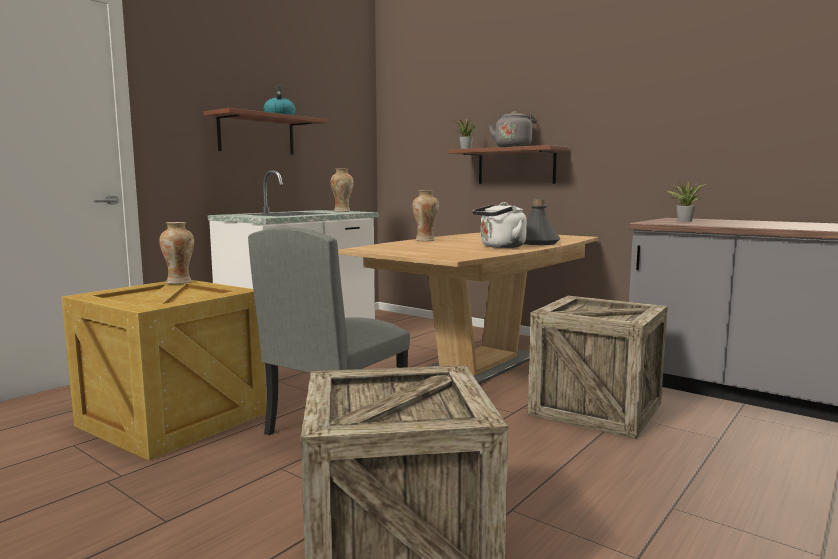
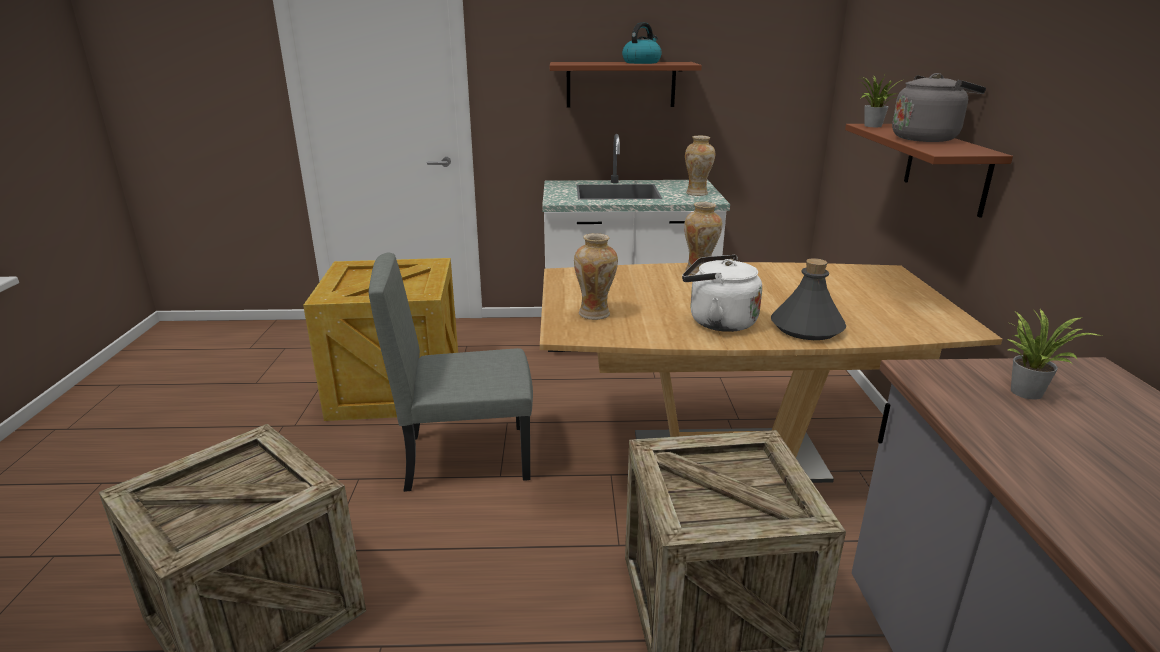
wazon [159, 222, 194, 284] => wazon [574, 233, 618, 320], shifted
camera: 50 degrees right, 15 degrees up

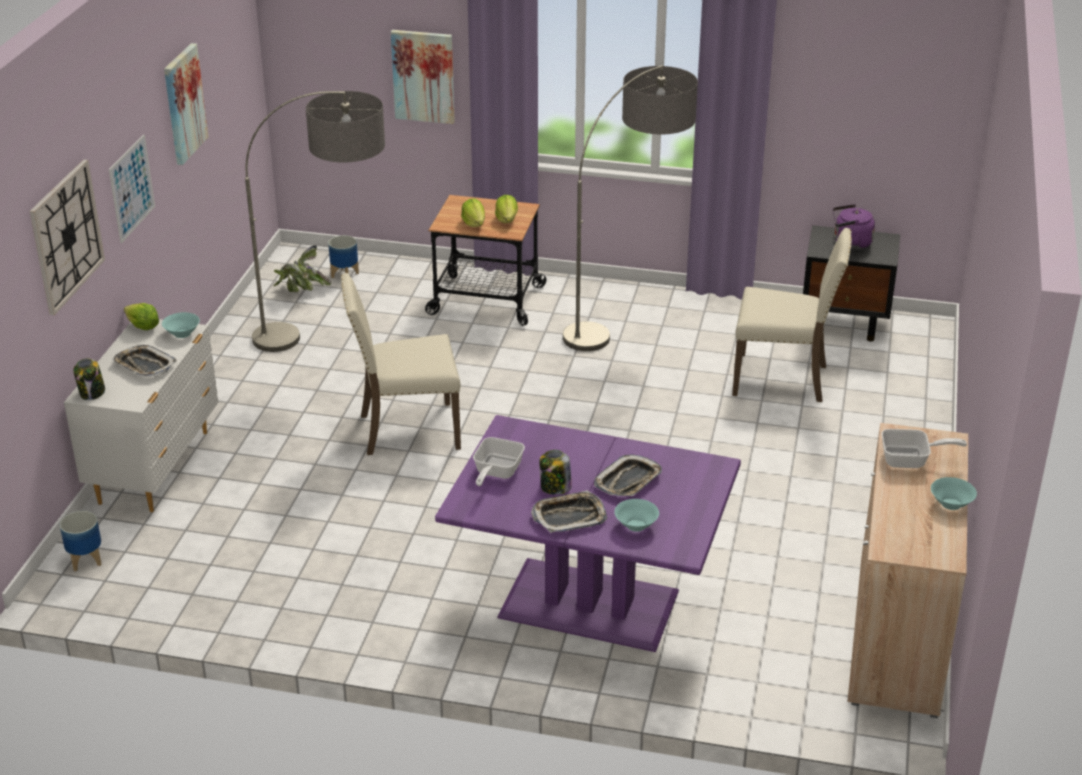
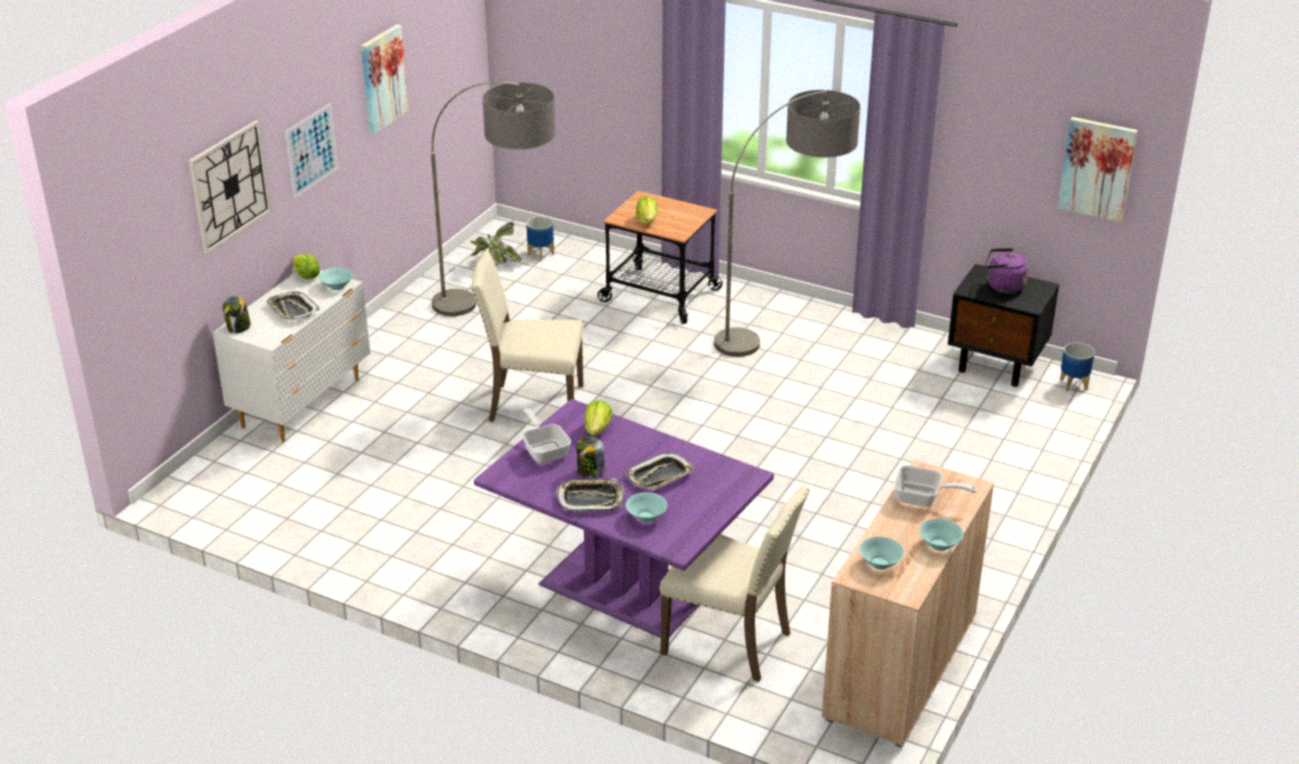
nothing => miska/turkusowy [859, 537, 904, 570]
donica [60, 511, 102, 572] => donica [1060, 342, 1095, 391], shifted
obraz [391, 30, 455, 124] => obraz [1057, 117, 1138, 222], shifted
sałata [495, 195, 518, 223] => sałata [584, 400, 613, 436], shifted
krzesło/beżowy [732, 228, 852, 402] => krzesło/beżowy [659, 486, 810, 682], shifted
patelnia [473, 437, 525, 486] => patelnia [522, 408, 571, 463], 120 degrees clockwise
camera: 15 degrees right, 0 degrees up

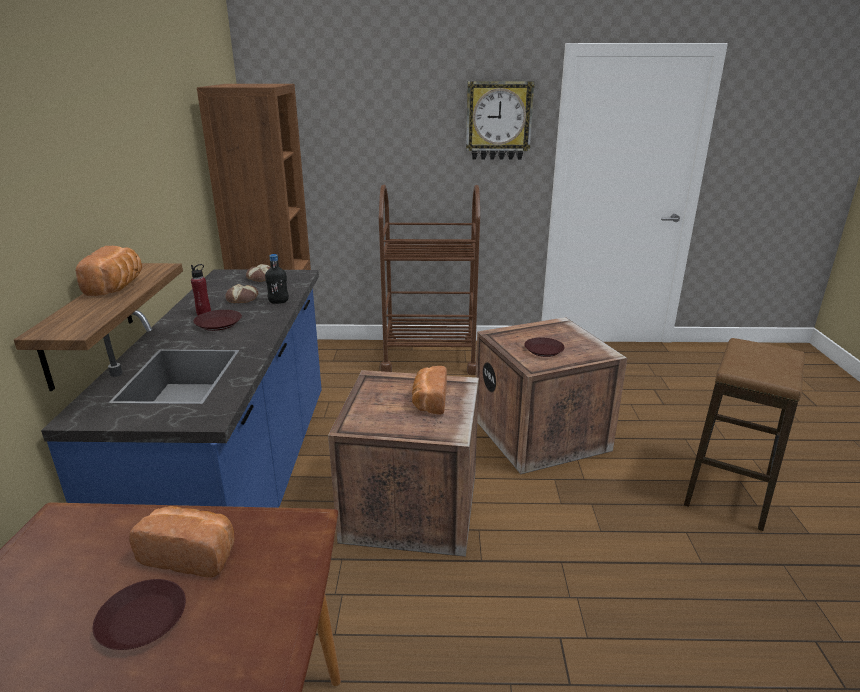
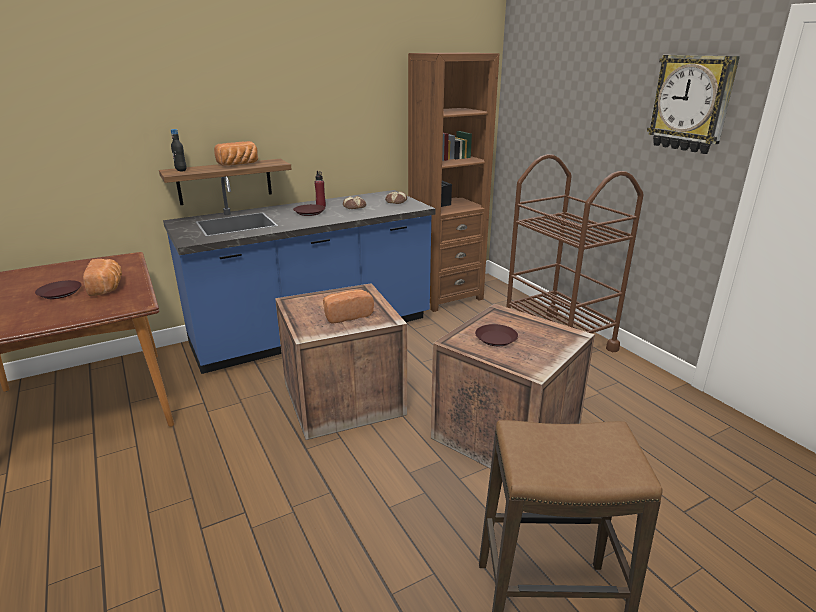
butelka/czarny [265, 254, 289, 304] => butelka/czarny [171, 129, 187, 171], shifted
camera: 60 degrees right, 0 degrees up

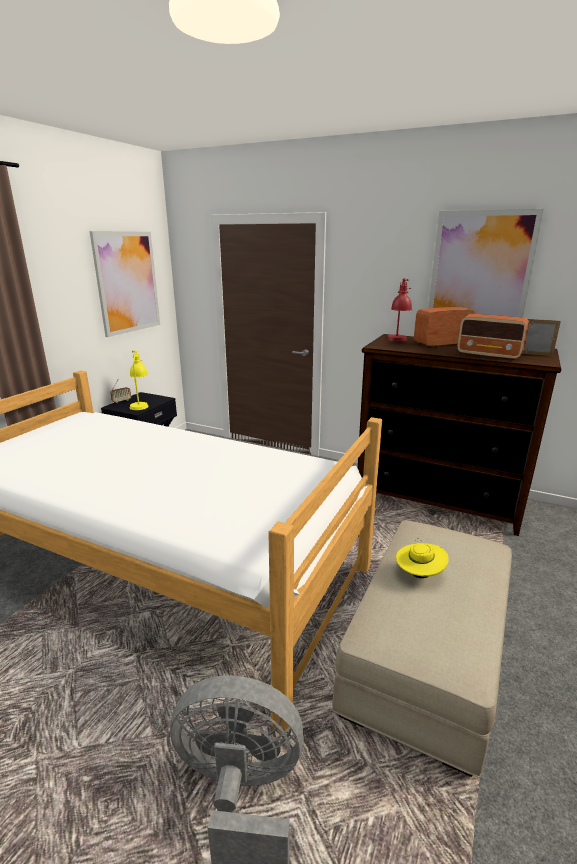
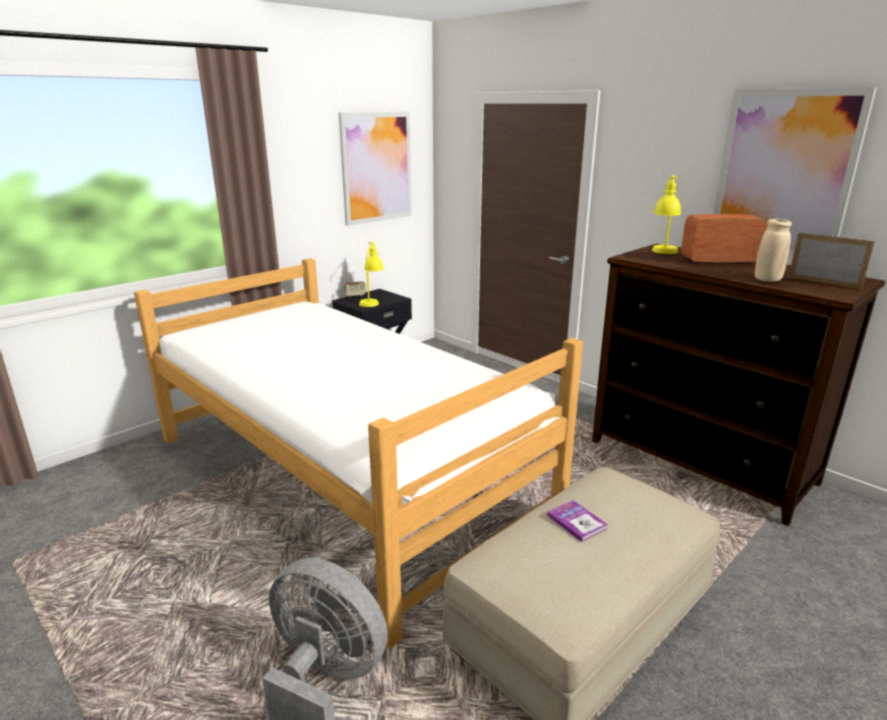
kapelusz/żółty [396, 538, 449, 578] => książka [547, 500, 608, 542]
radio [457, 314, 529, 360] => wazon/beżowy [755, 219, 792, 282]
lampa stołowa/czerwony [387, 278, 412, 341] => lampa stołowa/żółty [652, 175, 681, 254]
camera: 20 degrees right, 0 degrees up

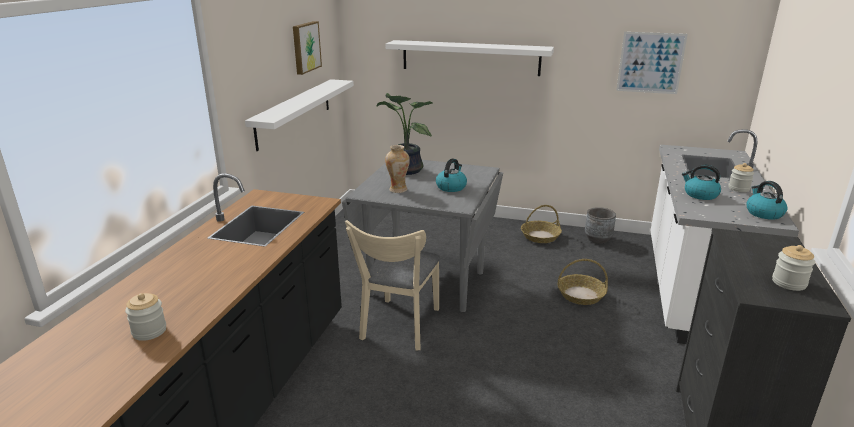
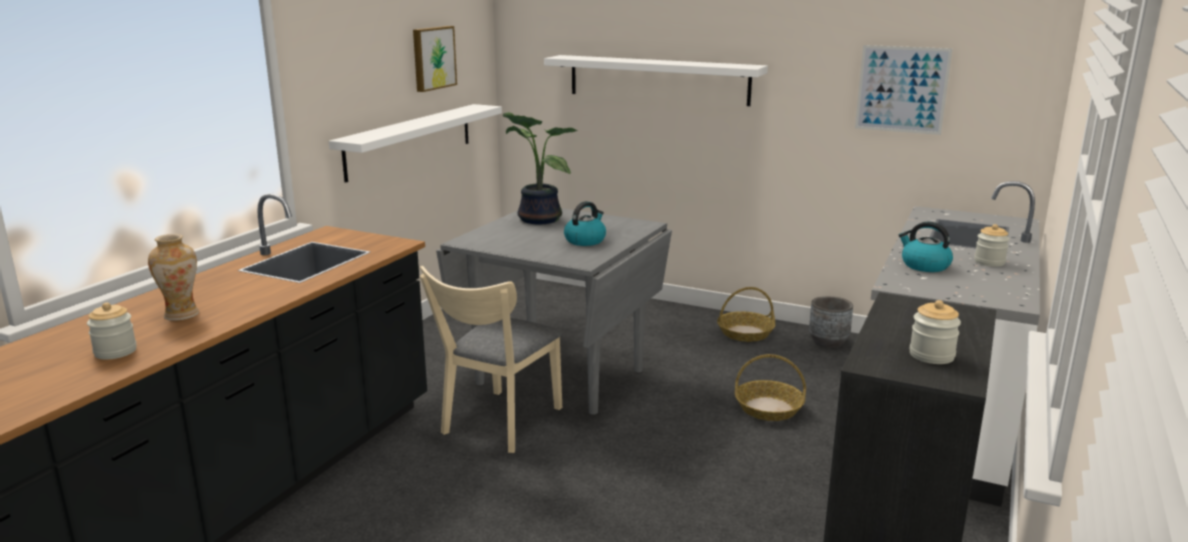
czajnik [747, 181, 787, 220] => nothing
wazon [385, 145, 410, 193] => wazon [148, 234, 199, 321], shifted
camera: 10 degrees right, 5 degrees down

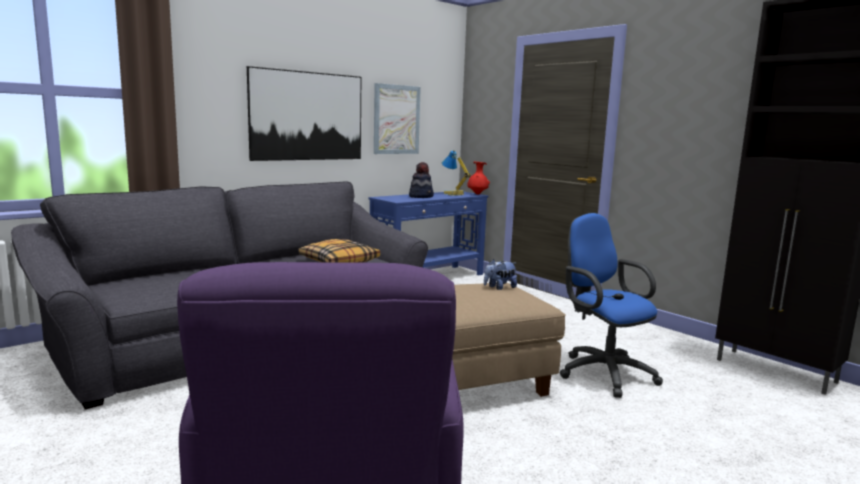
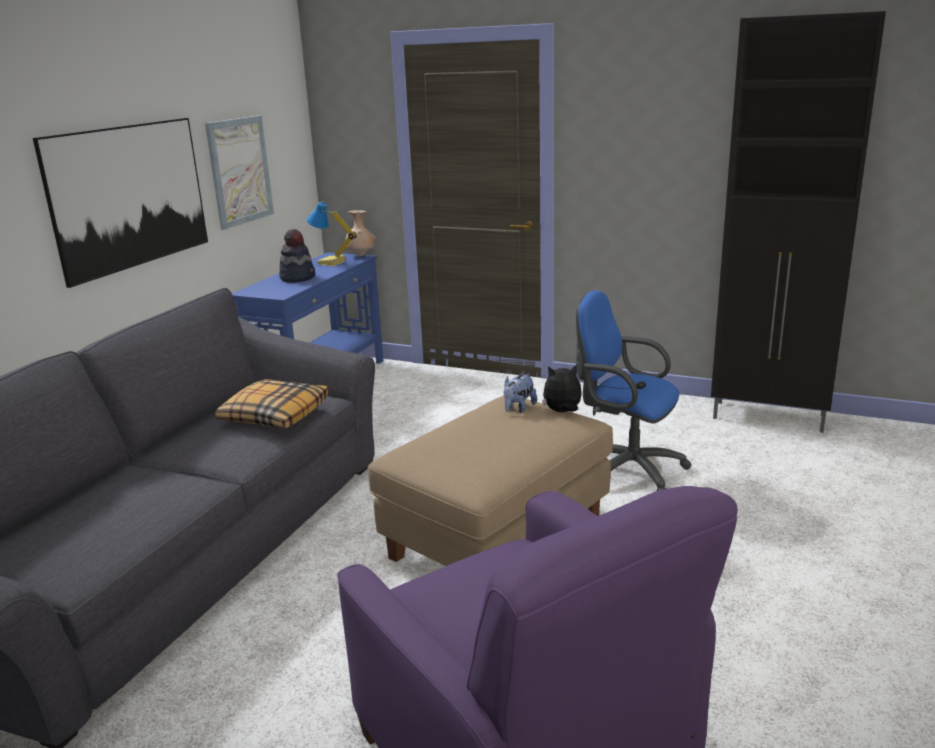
nothing => pluszak [542, 364, 582, 412]
wazon/czerwony [467, 162, 490, 194] => wazon/beżowy [345, 210, 376, 256]
camera: 25 degrees left, 10 degrees up

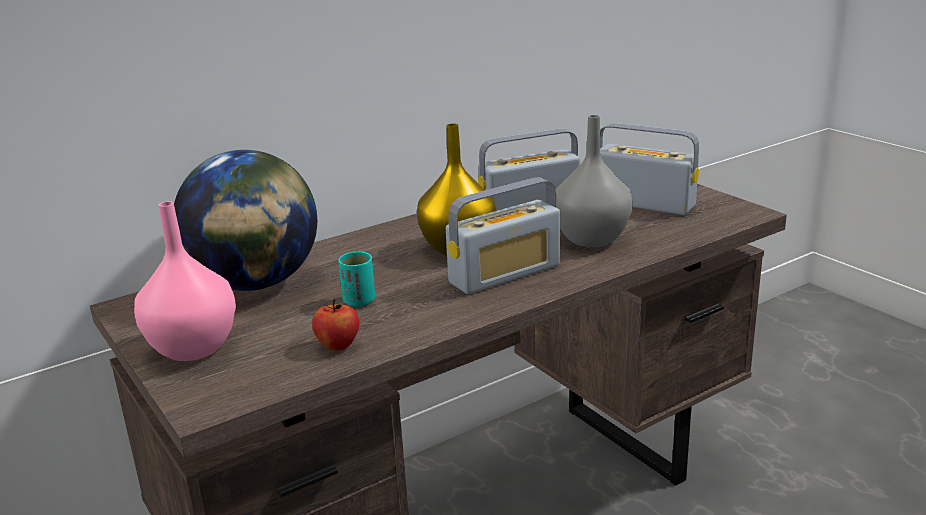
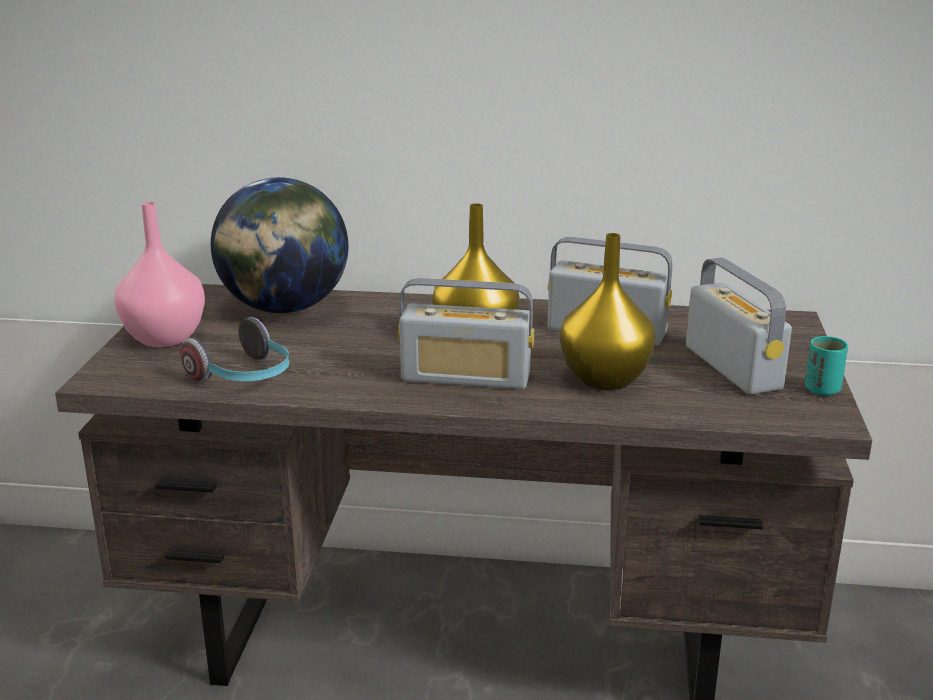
filiżanka/turkusowy [338, 252, 375, 307] => filiżanka/turkusowy [805, 336, 848, 396], shifted
jabłko [312, 299, 360, 351] => słuchawki [180, 317, 289, 382]
wazon/szary [556, 115, 633, 247] => wazon/żółty [560, 233, 655, 390]
camera: 40 degrees right, 0 degrees up

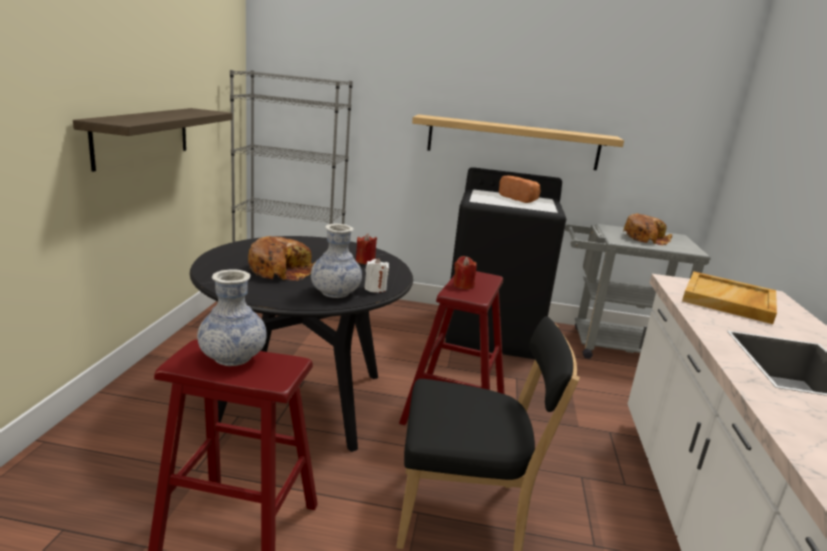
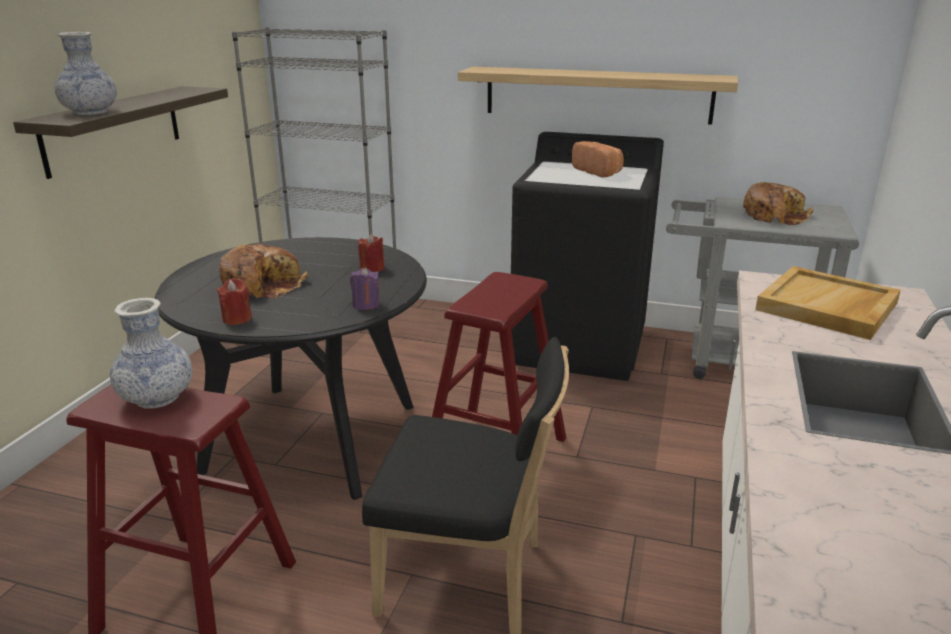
wazon [311, 224, 362, 298] => wazon [55, 32, 117, 115], shifted
świeca/czerwony [453, 256, 477, 289] => świeca/czerwony [217, 278, 252, 325], shifted
świeca/biały [364, 258, 389, 293] => świeca/fioletowy [350, 268, 380, 310]
camera: 10 degrees right, 5 degrees up

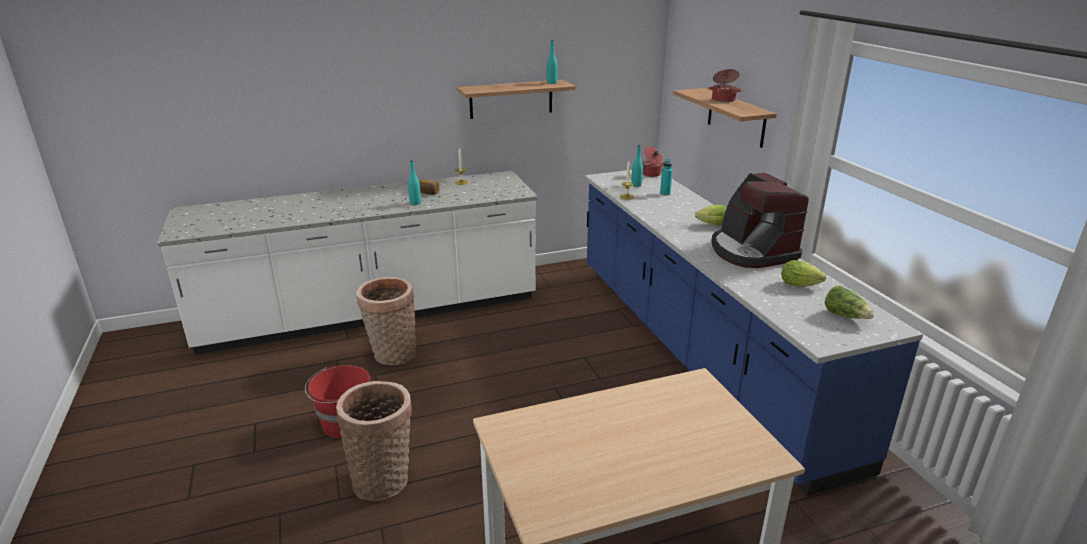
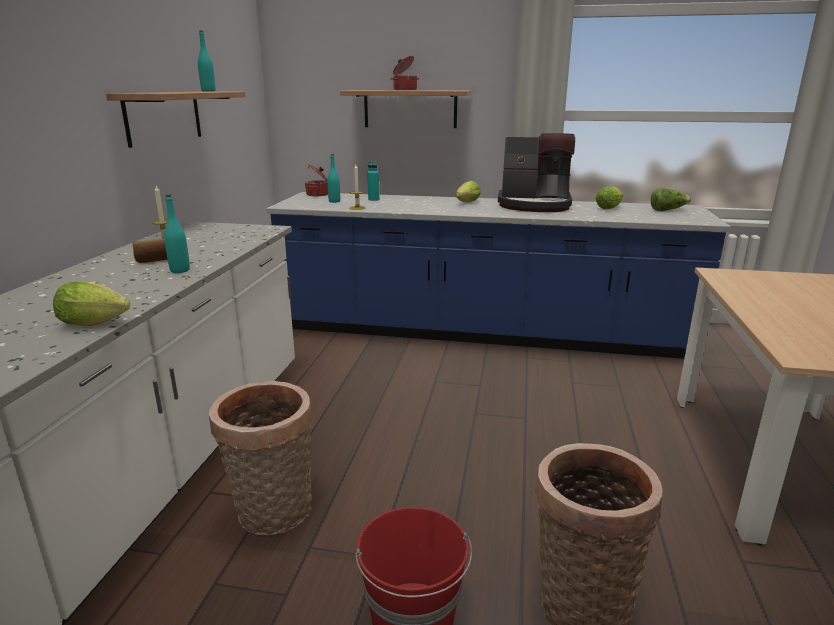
nothing => sałata [53, 281, 130, 326]
camera: 60 degrees left, 5 degrees down

